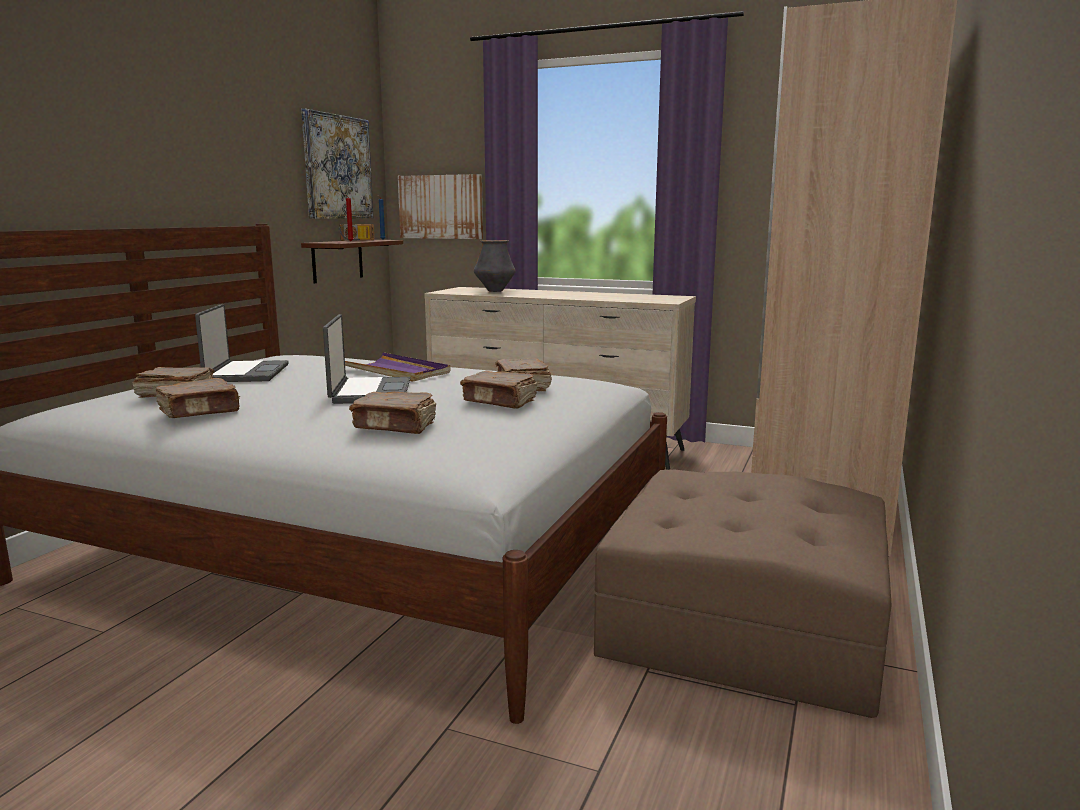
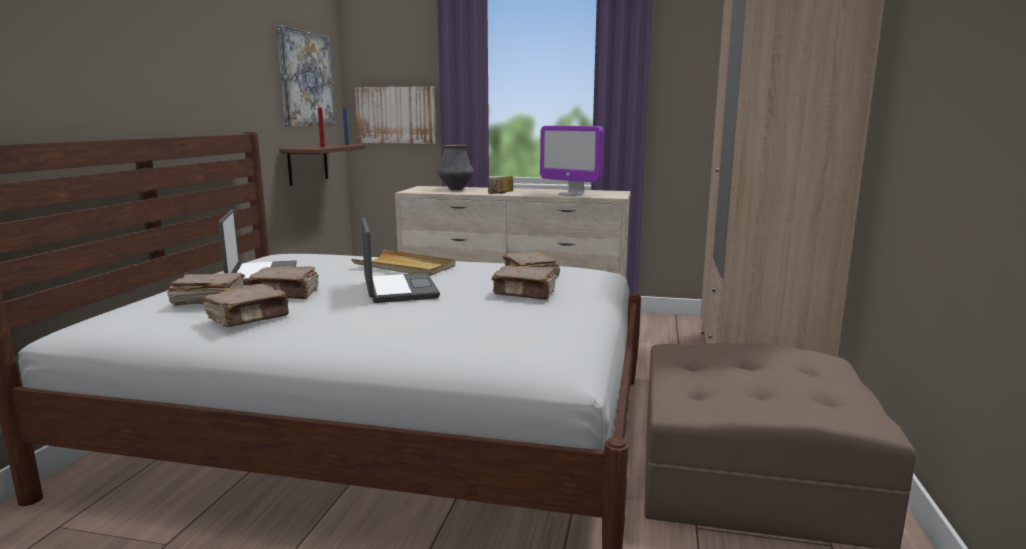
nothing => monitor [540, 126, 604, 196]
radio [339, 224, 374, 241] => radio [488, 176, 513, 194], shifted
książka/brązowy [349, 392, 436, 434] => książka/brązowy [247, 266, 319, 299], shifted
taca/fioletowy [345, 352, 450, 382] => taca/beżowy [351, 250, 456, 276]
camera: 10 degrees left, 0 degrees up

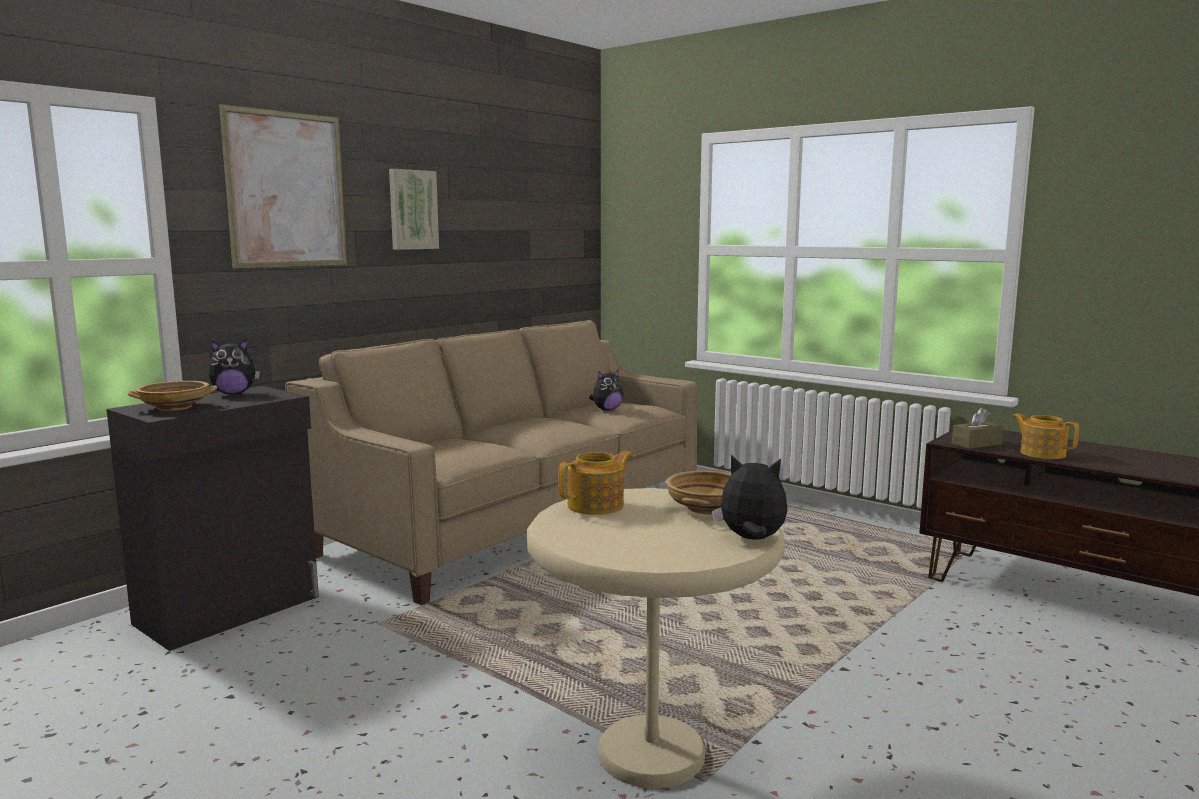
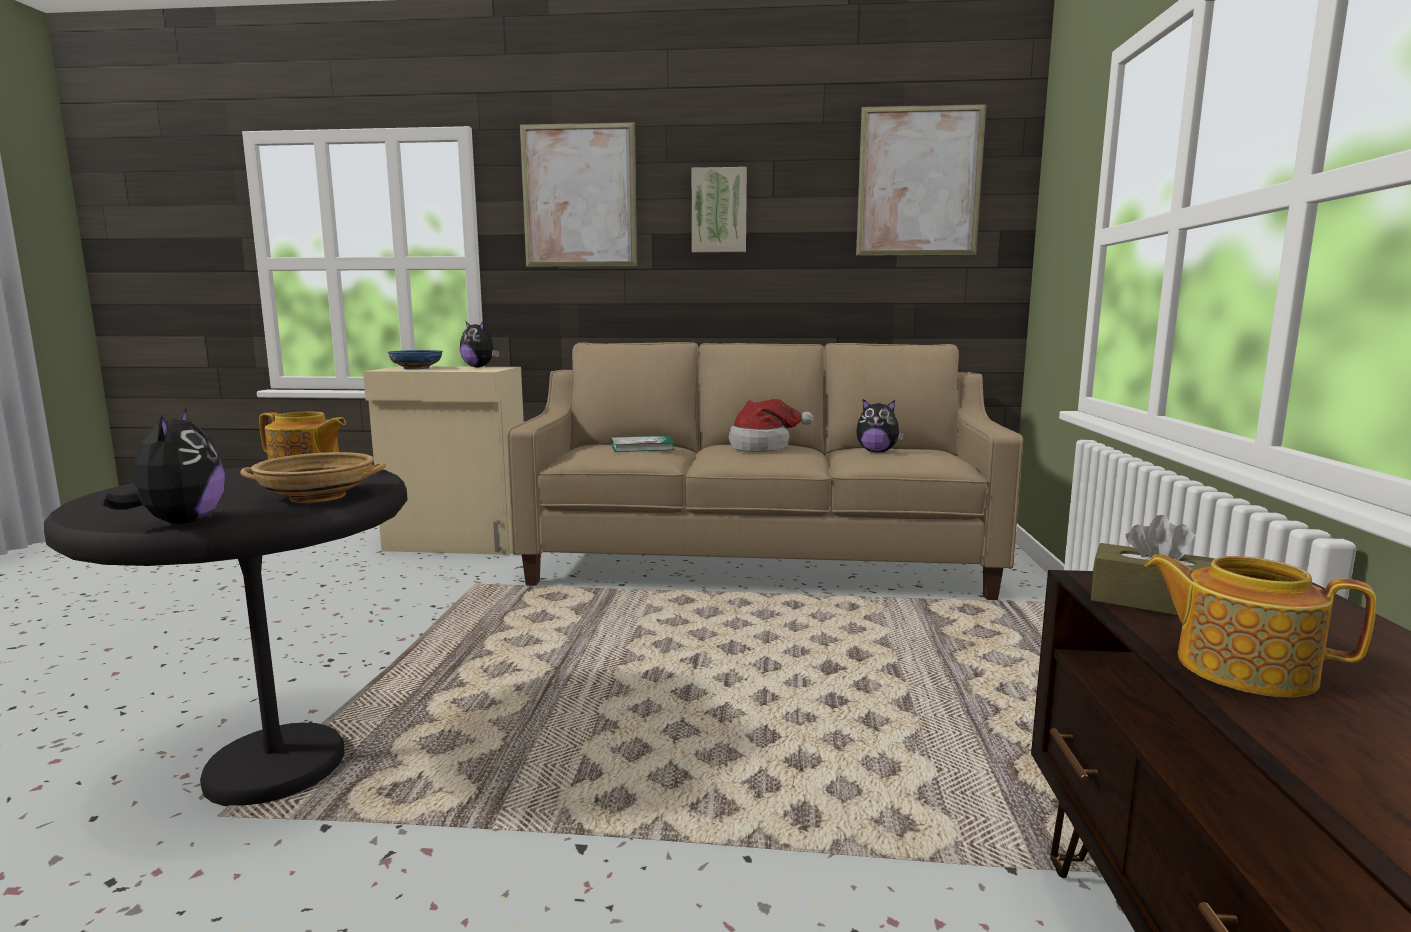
nothing => książka [611, 436, 675, 452]
nothing => kapelusz [729, 399, 814, 452]
nothing => obraz [856, 104, 986, 256]
szafka/czarny [106, 386, 319, 651] => szafka/beżowy [363, 366, 524, 555]
miska/beżowy [128, 381, 217, 411] => miska/niebieski [387, 350, 443, 369]
stolik/beżowy [527, 488, 785, 788] => stolik/czarny [44, 467, 408, 806]
imbryk [1012, 413, 1079, 459] => imbryk [1144, 554, 1377, 697], 75 degrees counterclockwise
camera: 55 degrees right, 0 degrees up

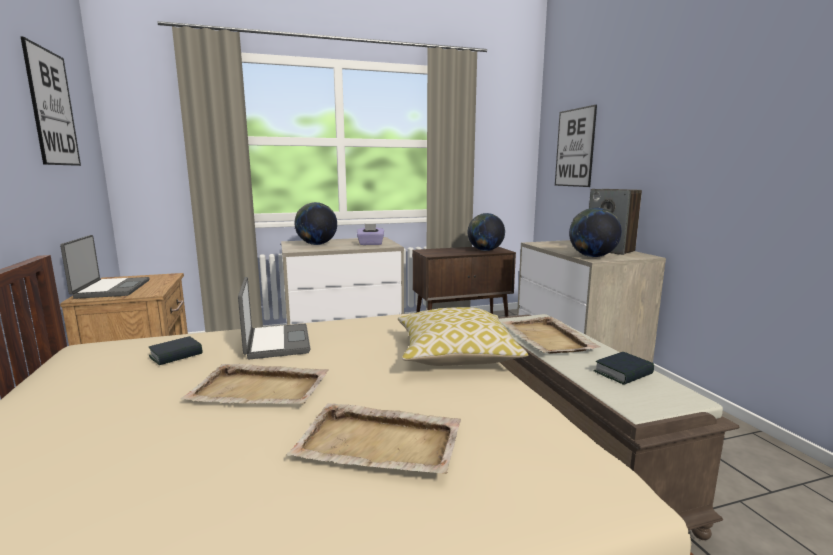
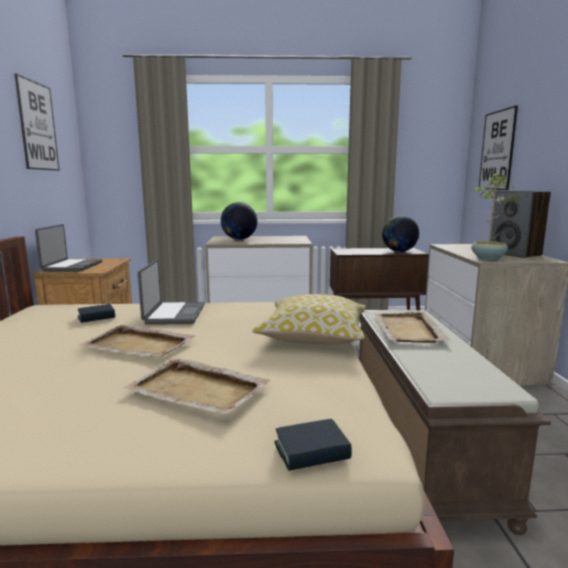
pudełko chusteczek/fioletowy [357, 224, 384, 245] => nothing
książka [594, 352, 654, 385] => książka [274, 419, 352, 471], shifted
globus [569, 208, 622, 257] => roślina doniczkowa [471, 174, 523, 260]
camera: 15 degrees right, 0 degrees up

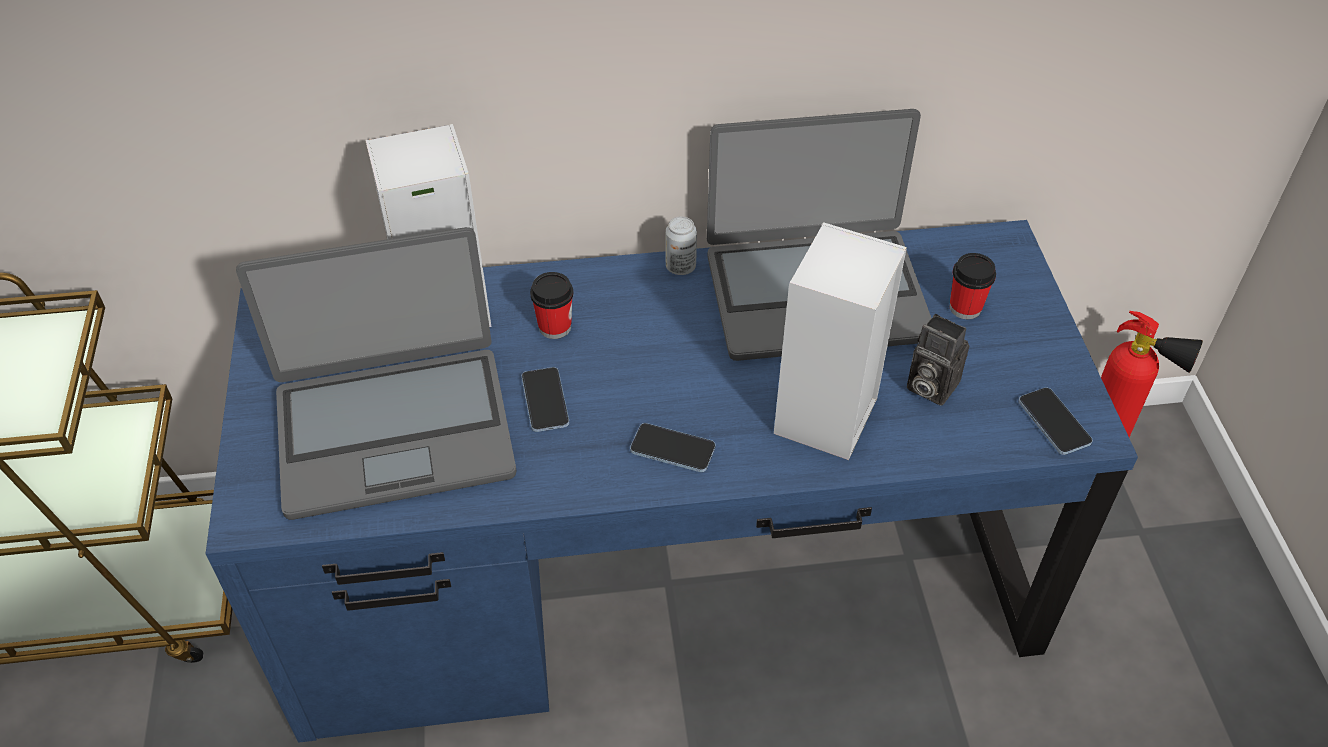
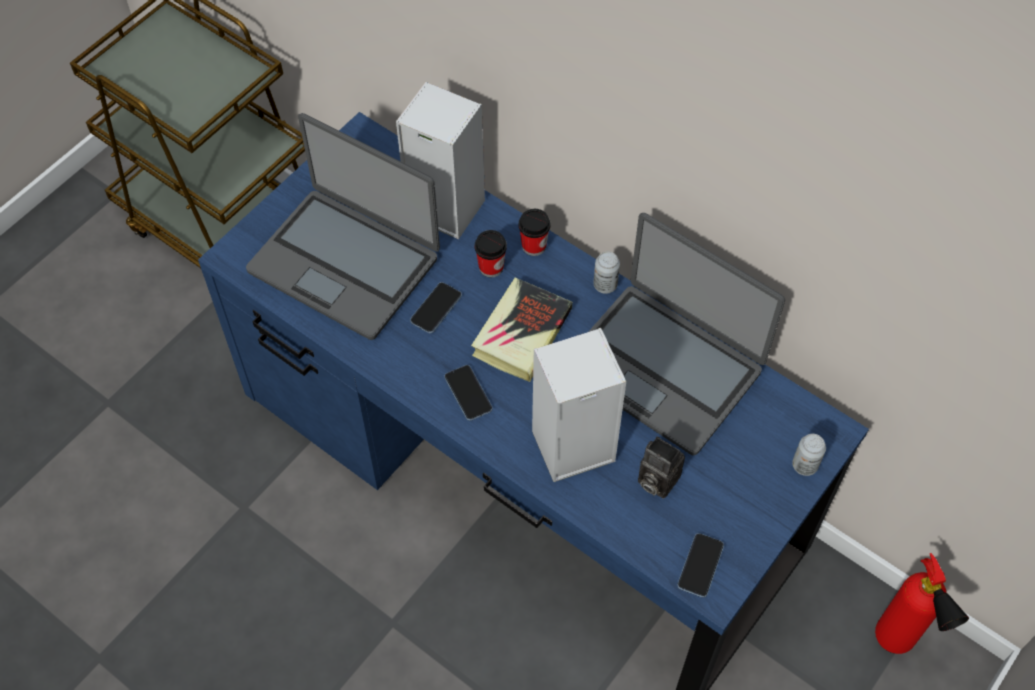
nothing => książka [471, 278, 572, 382]
nothing => puszka [792, 434, 826, 476]
filiżanka [950, 253, 996, 319] => filiżanka [519, 209, 550, 256], shifted
aparat fotograficzny [907, 314, 969, 406] => aparat fotograficzny [638, 436, 685, 499], 45 degrees counterclockwise
camera: 45 degrees right, 10 degrees up

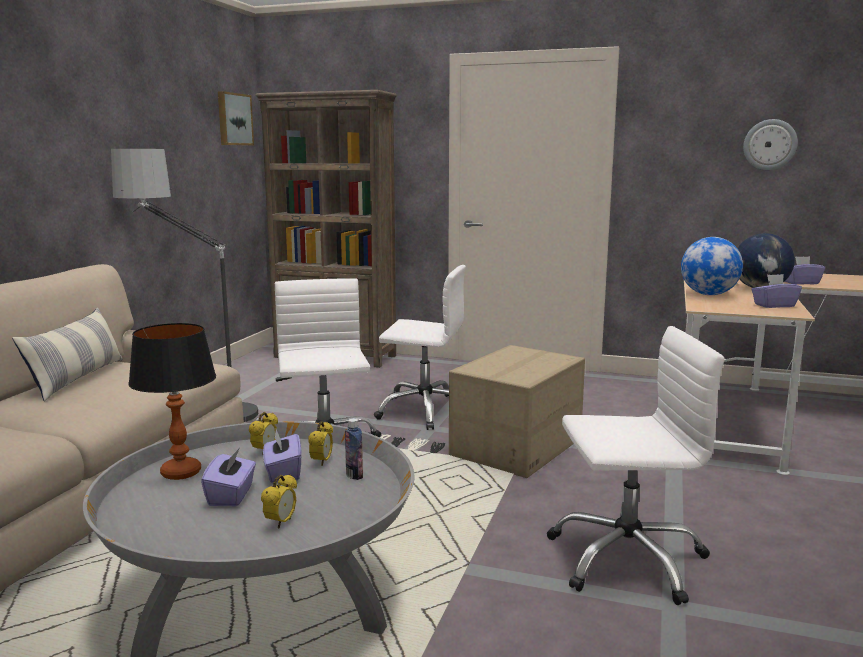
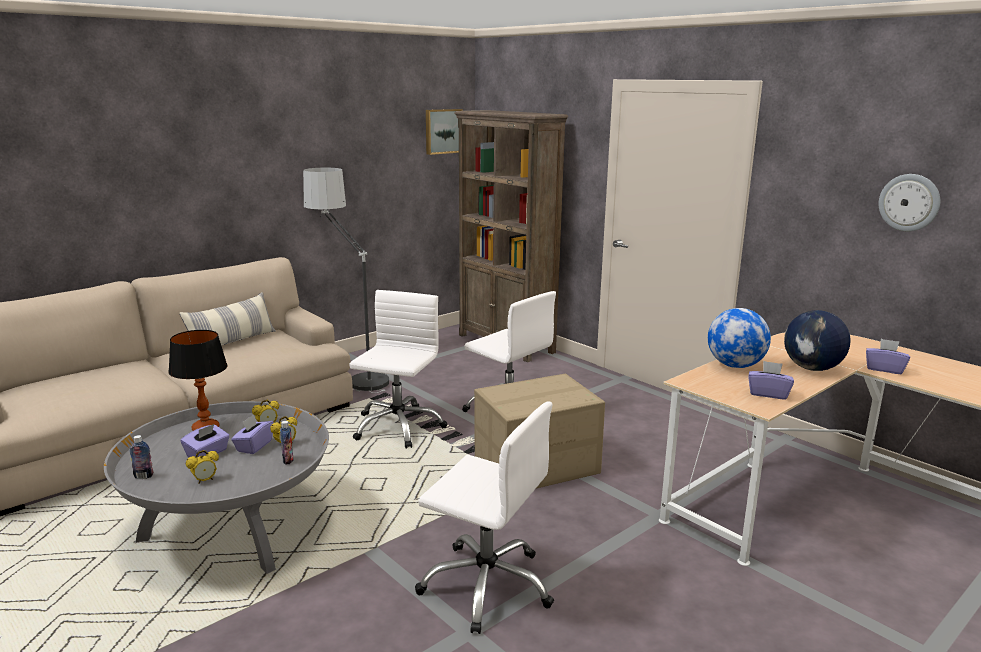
nothing => butelka [129, 435, 153, 479]
camera: 30 degrees right, 5 degrees up

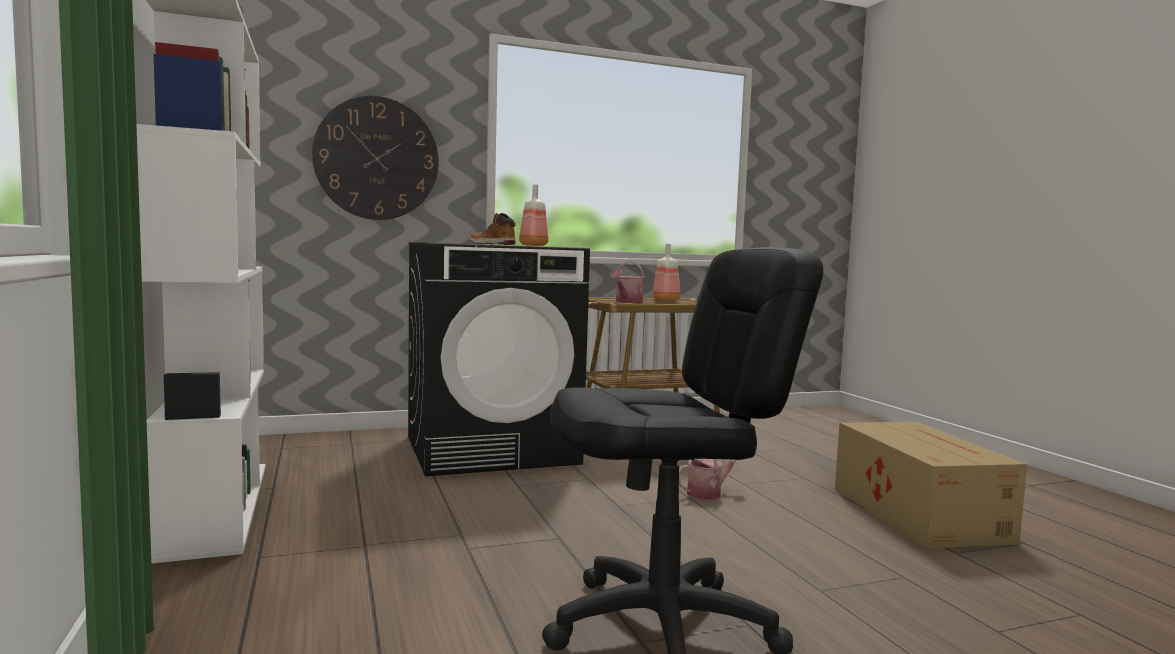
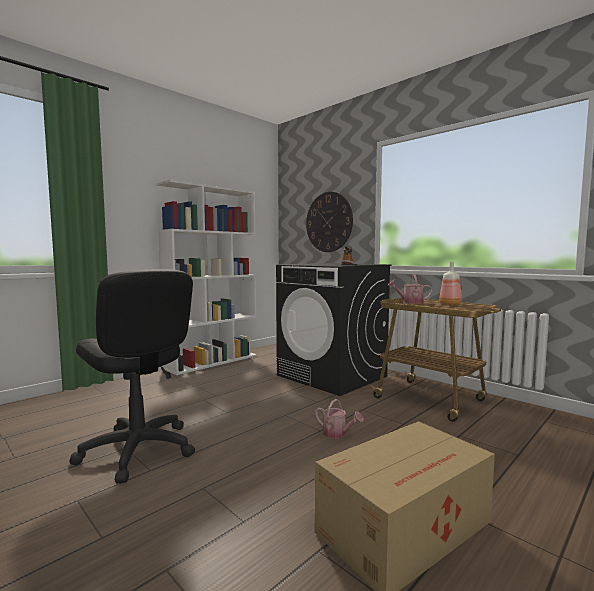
butelka [519, 184, 549, 246] => nothing
camera: 65 degrees right, 0 degrees up

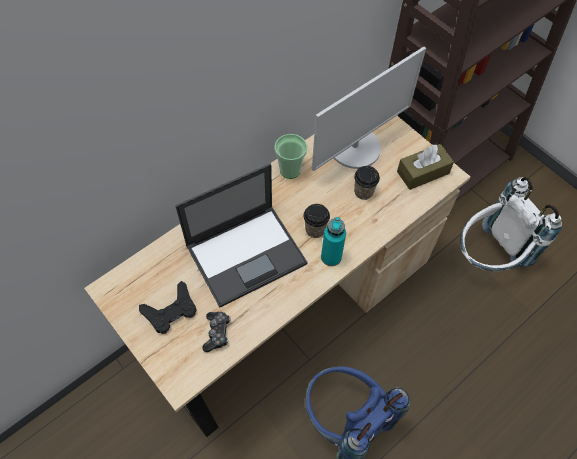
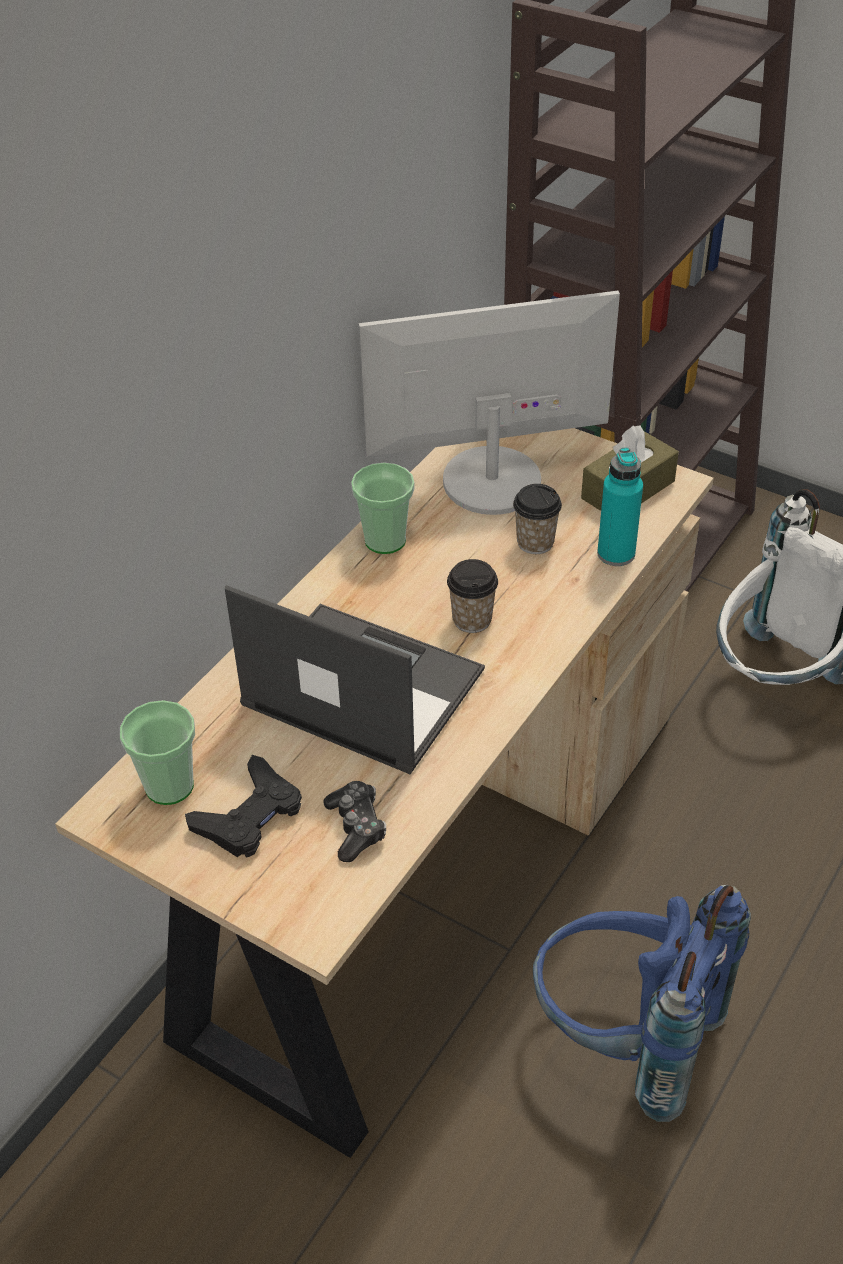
nothing => filiżanka [120, 700, 195, 805]
butelka/turkusowy [321, 217, 346, 266] => butelka/turkusowy [597, 448, 643, 566], shifted
laptop [175, 164, 308, 308] => laptop [225, 585, 485, 774], 105 degrees counterclockwise
monitor [312, 47, 426, 171] => monitor [359, 291, 620, 515], 135 degrees counterclockwise
camera: 15 degrees left, 15 degrees down

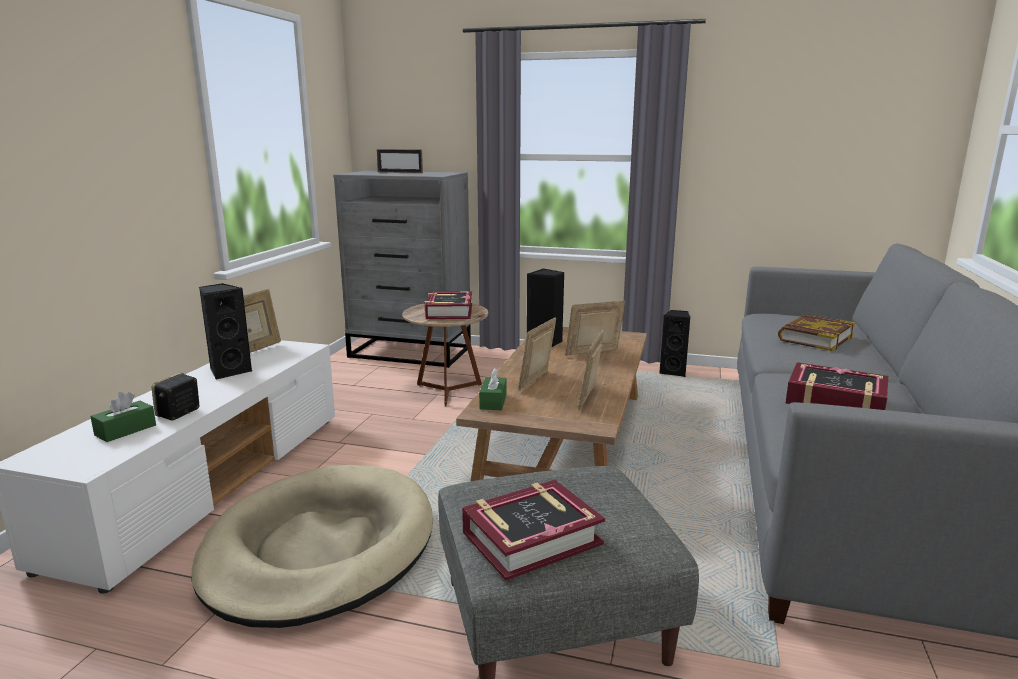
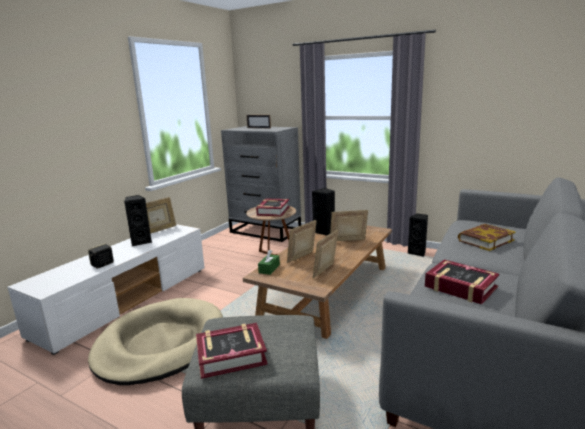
pudełko chusteczek/zielony [90, 392, 156, 442] => nothing
camera: 15 degrees right, 0 degrees up

